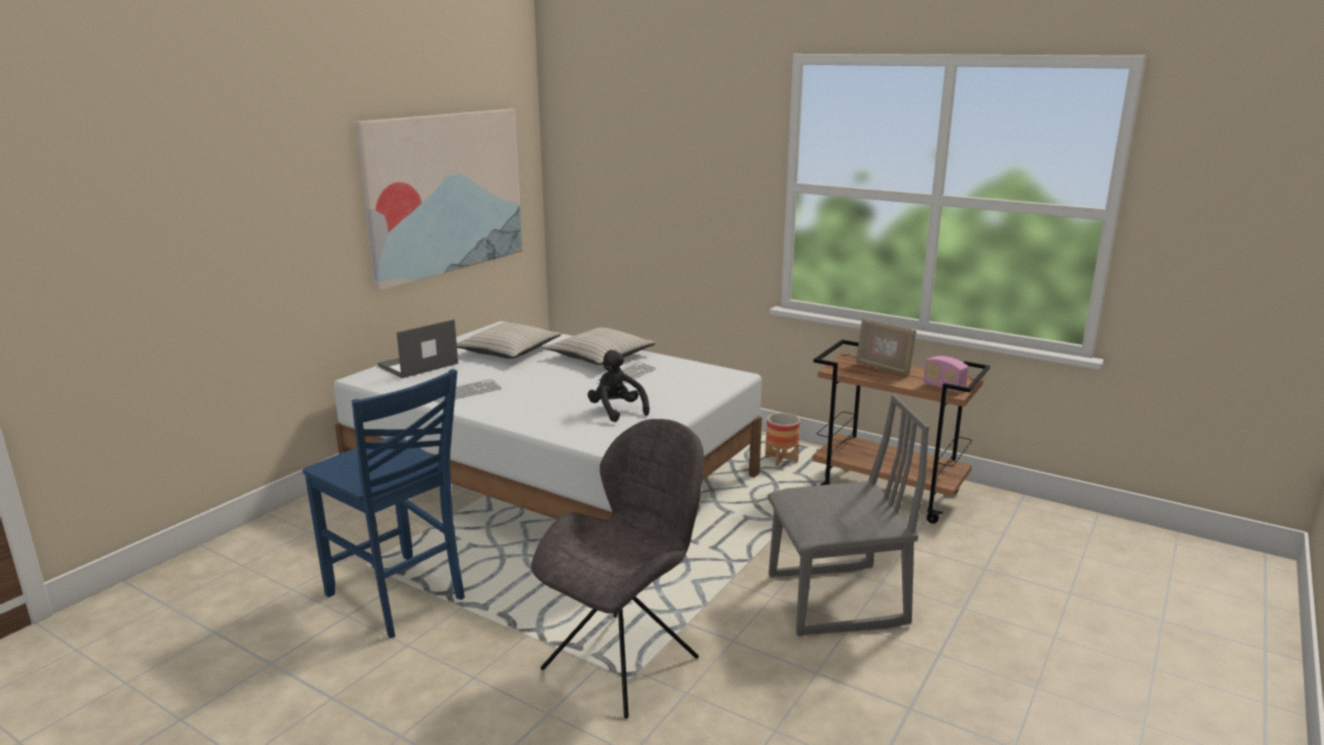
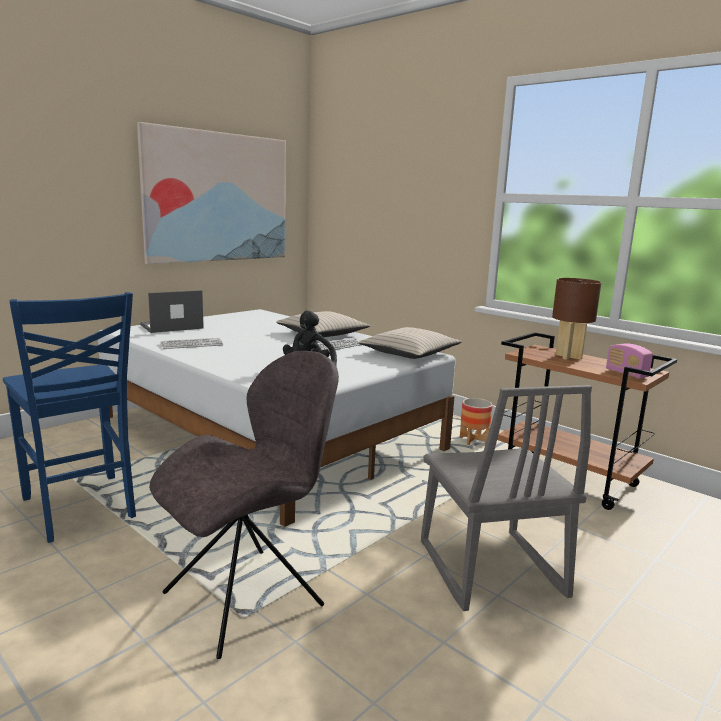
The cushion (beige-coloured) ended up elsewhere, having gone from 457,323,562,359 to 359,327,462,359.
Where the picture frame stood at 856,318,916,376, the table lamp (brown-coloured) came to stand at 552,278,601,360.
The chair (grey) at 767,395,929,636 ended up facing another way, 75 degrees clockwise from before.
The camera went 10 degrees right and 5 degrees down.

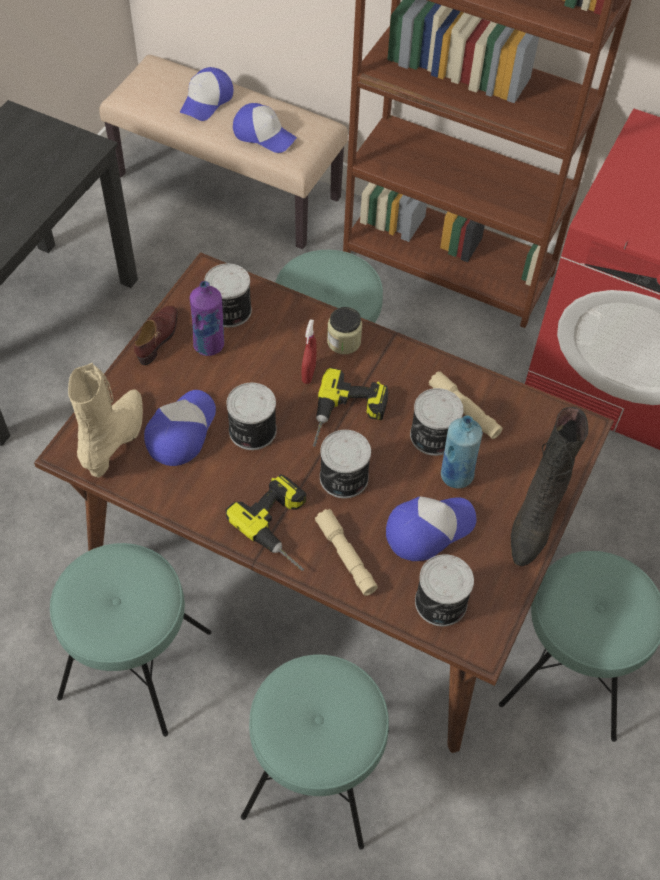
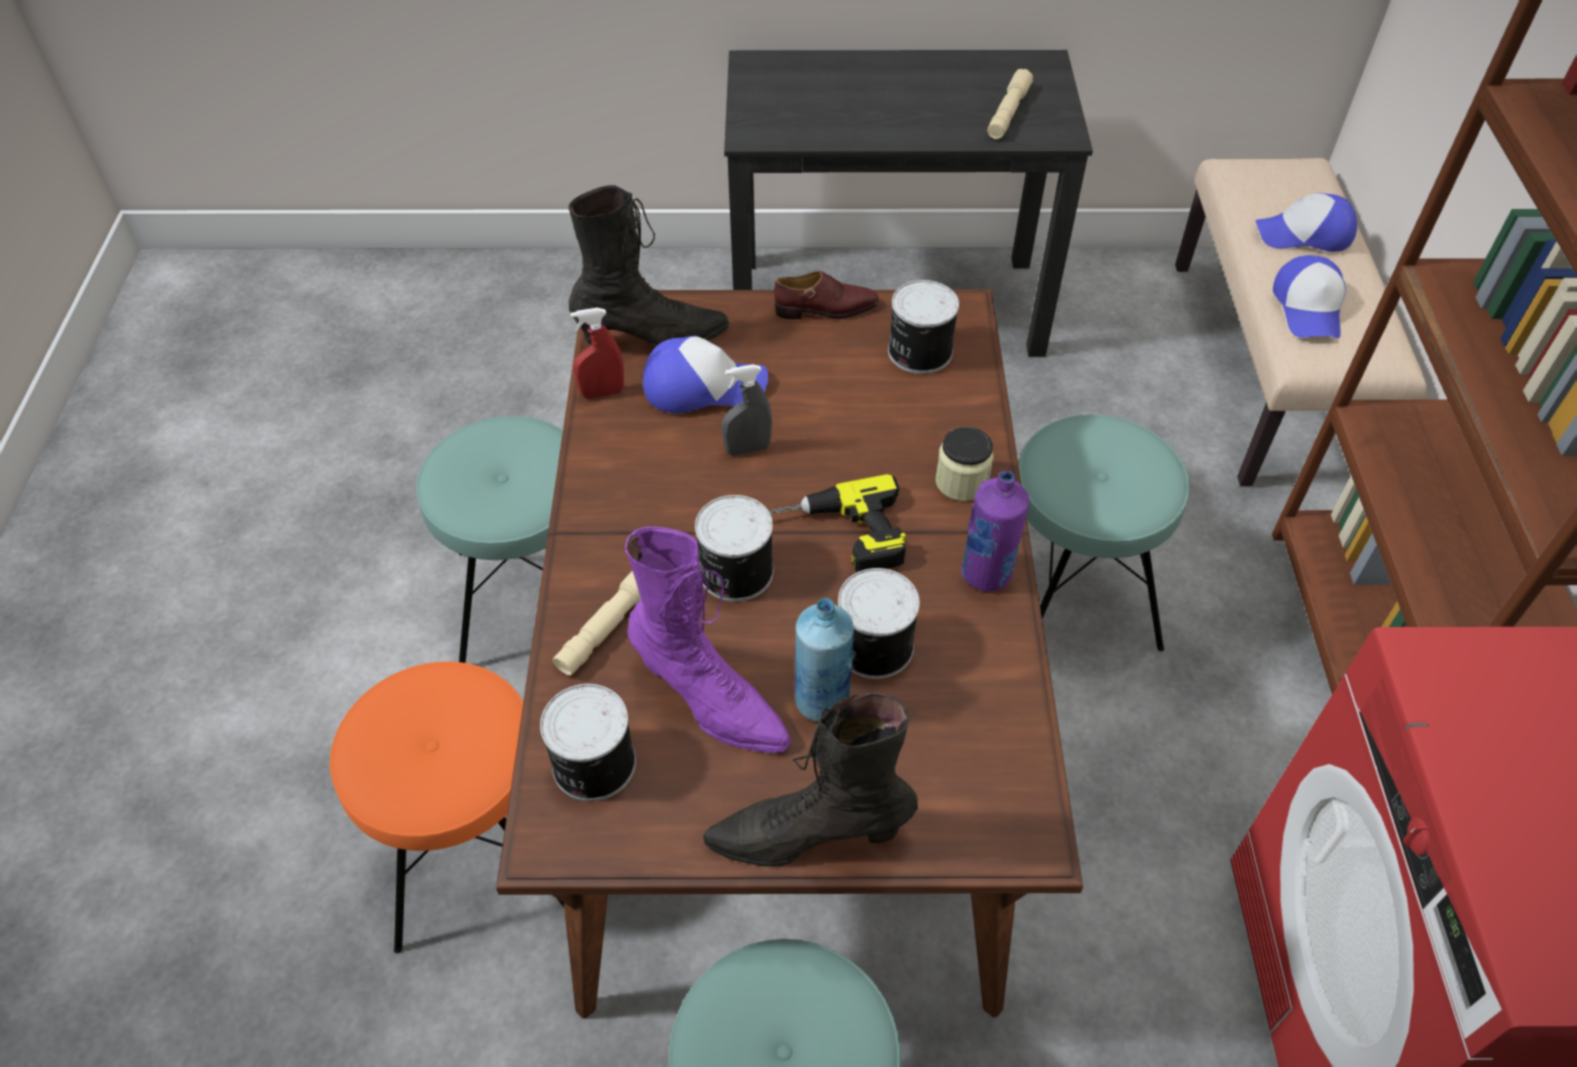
The second view lost the electric drill at 225,474,306,571.
The bottle (purple-coloured) ended up elsewhere, having gone from 190,281,224,356 to 961,471,1029,592.
The sprayer (red-coloured) ended up elsewhere, having gone from 302,319,317,384 to 570,308,624,399.
The hand torch (beige-coloured) ended up elsewhere, having gone from 429,371,503,439 to 987,69,1033,139.
Where the sealed can stood at 226,383,277,450, the sprayer (grey) came to stand at 722,364,772,456.
Where the cap stood at 386,496,477,561, the high-top boot (purple-coloured) came to stand at 625,527,790,753.
What was the high-top boot (beige-coloured) at 68,363,143,478 turned into the high-top boot (black-coloured) at 568,185,730,347.
What was the stool seat (turquoise-coloured) at 241,655,389,850 turned into the stool seat (orangey) at 330,662,564,953.
The camera went 65 degrees right and 5 degrees down.

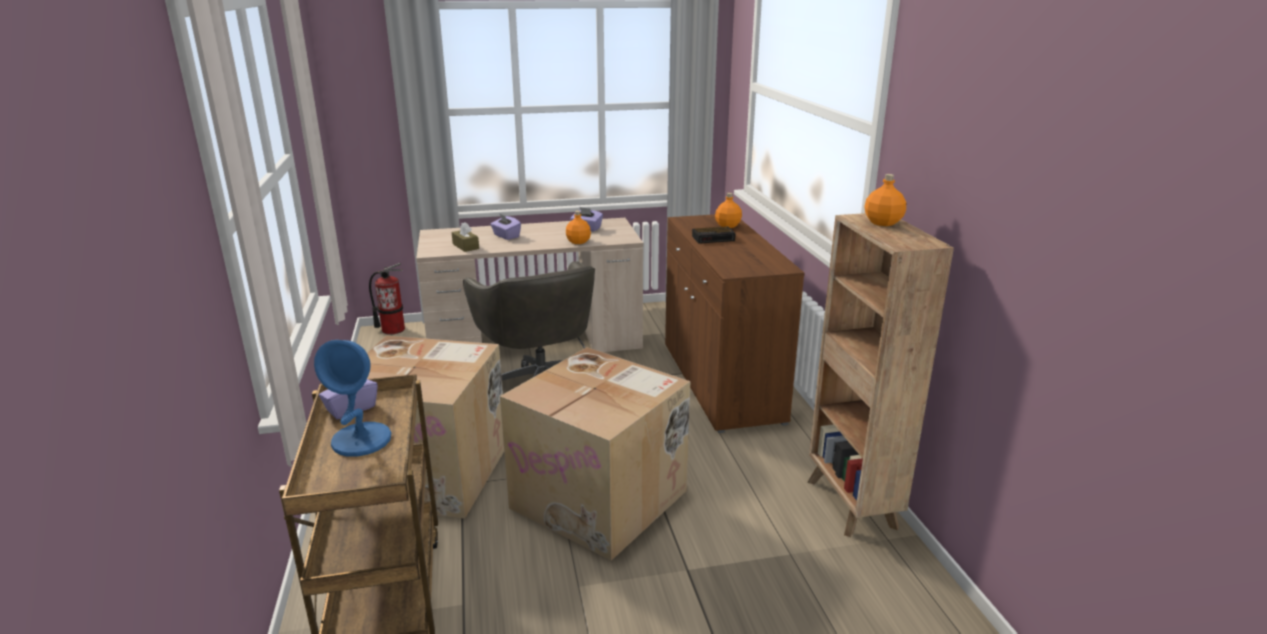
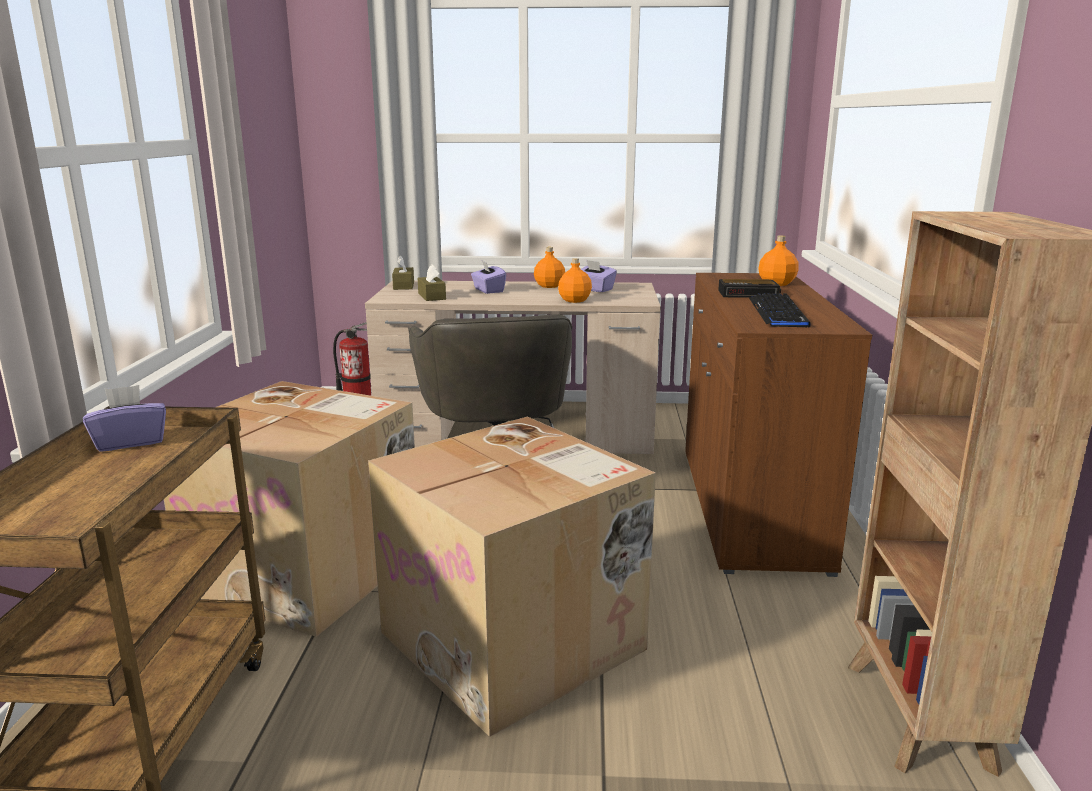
The second view lost the table lamp (blue-coloured) at 314,340,391,457.
The second view gained the box of tissues (brown-coloured) at 392,255,414,290.
The second view gained the PC keyboard at 749,293,810,328.
The bottle (orangey) ended up elsewhere, having gone from 864,174,906,226 to 534,247,565,288.
The camera went 15 degrees right and 5 degrees down.

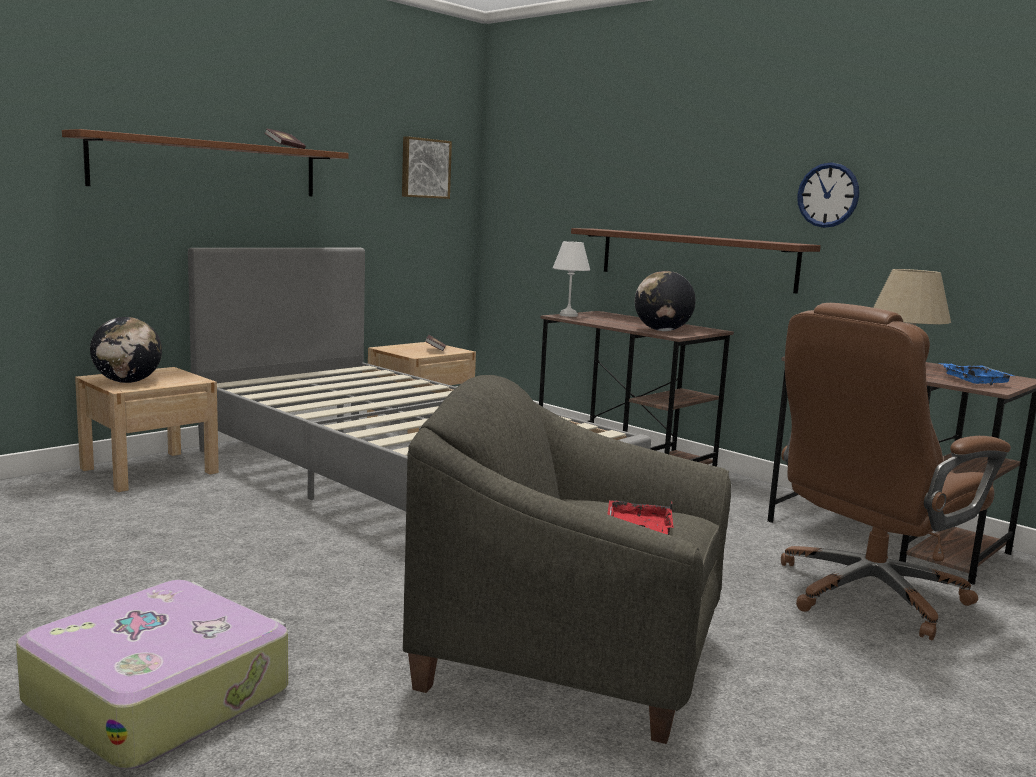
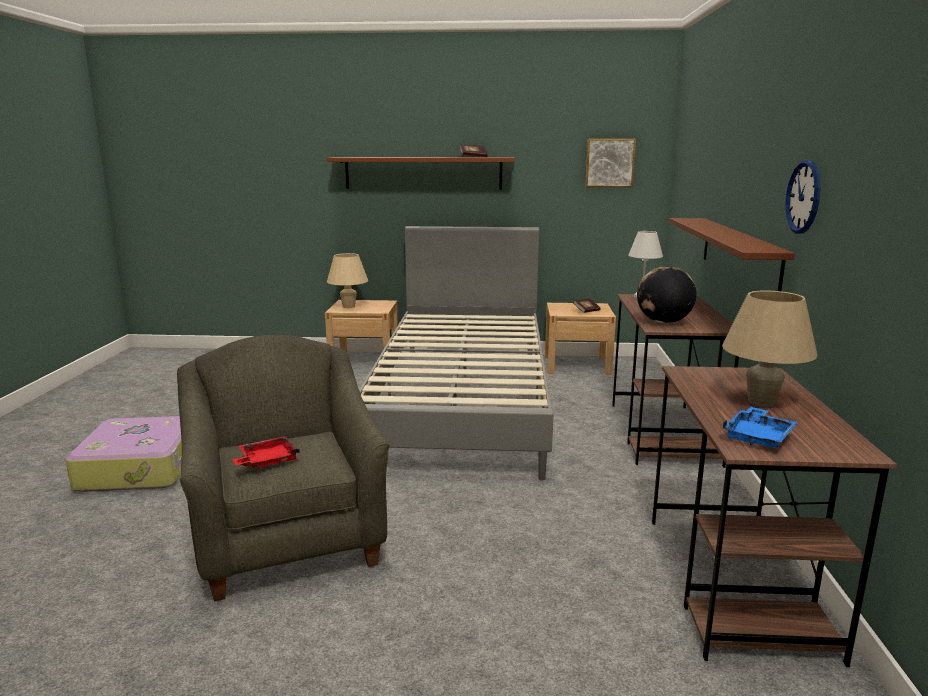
The second view lost the office chair (brown-coloured) at 781,303,1011,640.
Where the globe stood at 90,317,162,383, the table lamp (beige-coloured) came to stand at 327,253,368,308.
The camera went 50 degrees right and 5 degrees up.

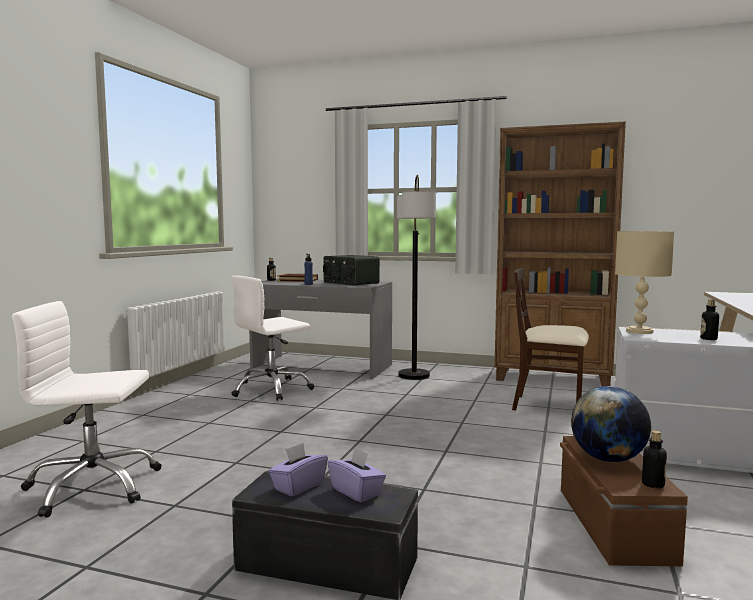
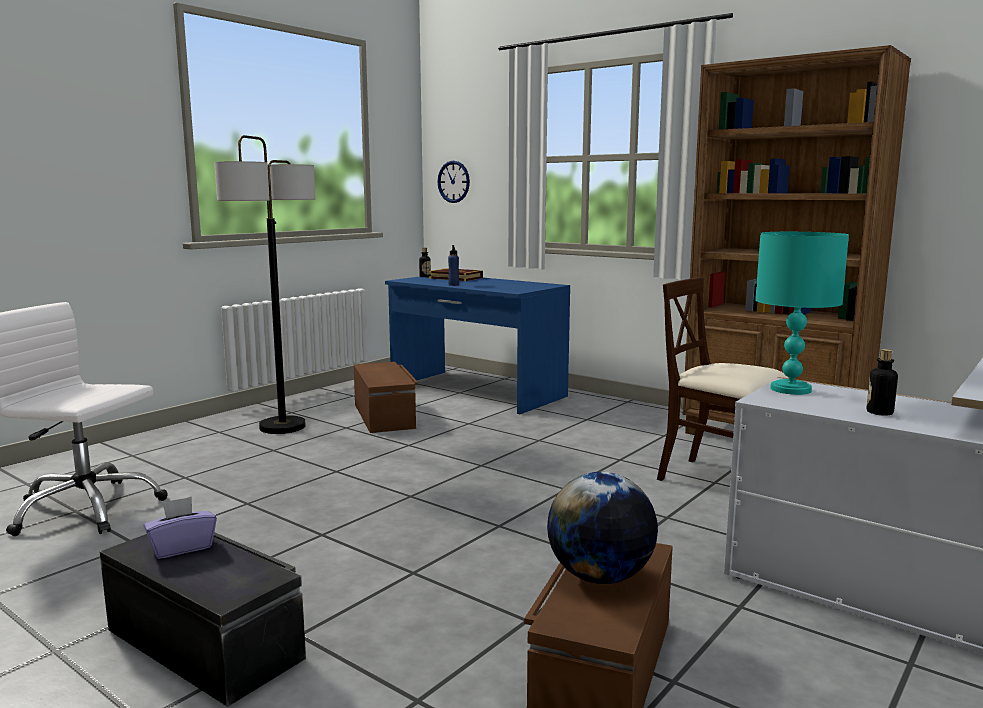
The second view lost the radio set at 323,255,380,286.
The second view lost the box of tissues (purple-coloured) at 328,447,386,502.
The second view lost the bottle at 642,430,667,488.
The second view gained the hanging clock at 437,161,470,203.
The floor lamp ended up elsewhere, having gone from 397,175,436,380 to 214,135,315,434.
Where the office chair (whitish) stood at 231,275,314,401, the storage container (brown-coloured) came to stand at 354,362,418,433.
What was the desk (grey) at 249,278,392,379 turned into the desk (blue-coloured) at 385,277,570,414.
What was the table lamp (beige-coloured) at 615,231,674,334 turned into the table lamp (turquoise-coloured) at 755,232,849,395.
The camera went 20 degrees right and 5 degrees up.

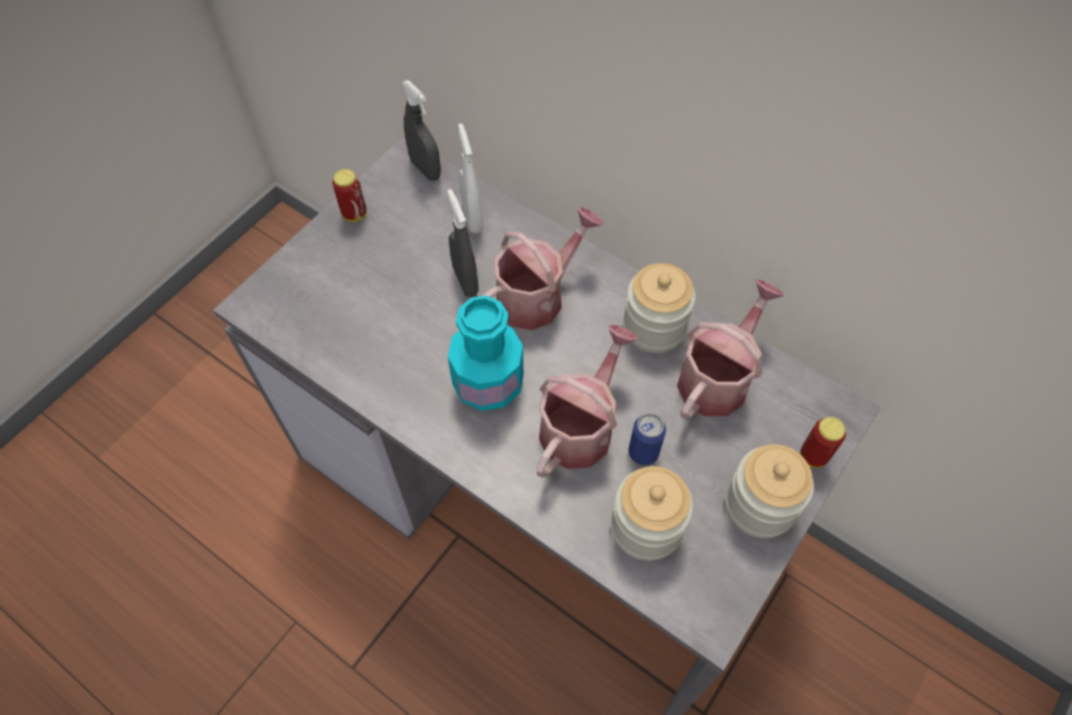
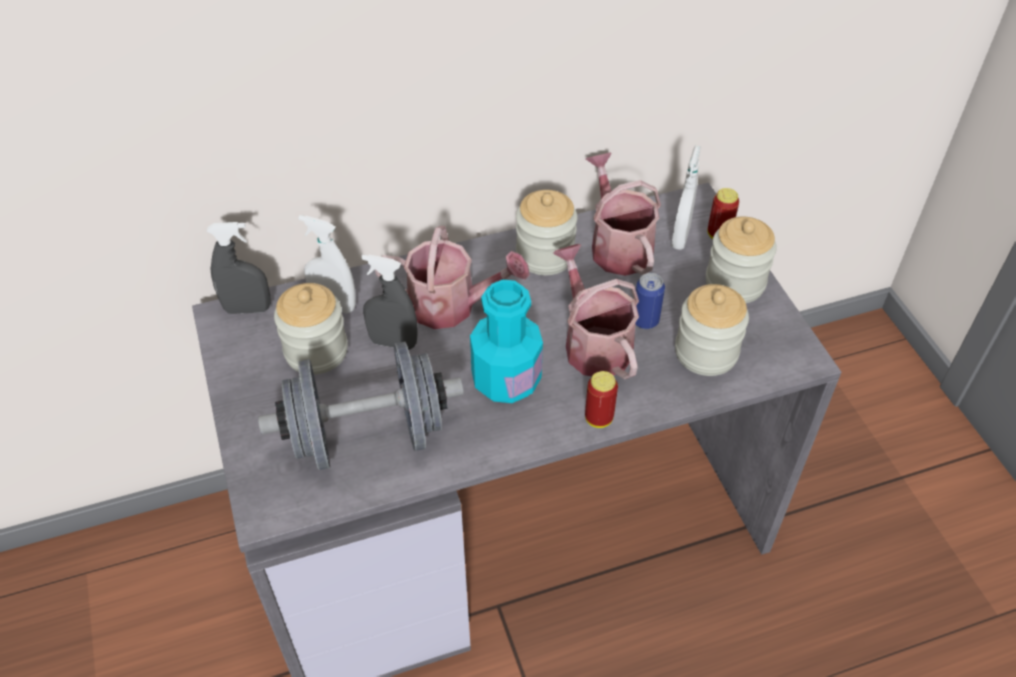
The second view gained the dumbbell (grey) at 258,342,464,470.
The second view gained the jar at 274,283,348,375.
The second view gained the sprayer (whitish) at 671,146,701,250.
The sealed can ended up elsewhere, having gone from 332,169,367,222 to 585,371,618,428.
The sprinkling can at 482,207,604,330 ended up facing another way, 105 degrees clockwise from before.
The camera went 55 degrees left and 10 degrees down.

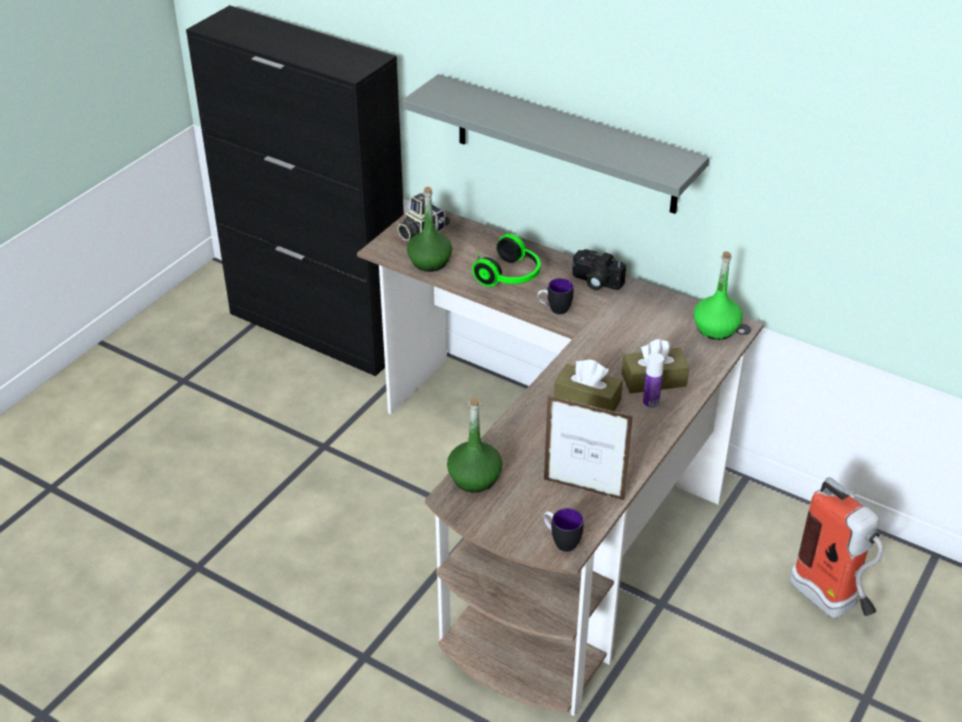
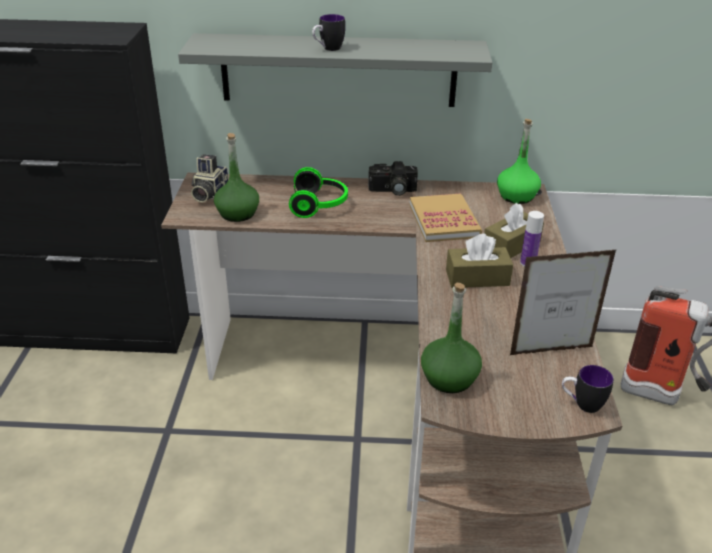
The second view gained the volume at 409,194,482,242.
The tea mug ended up elsewhere, having gone from 537,278,574,314 to 312,14,345,51.
The camera went 30 degrees left and 5 degrees down.

